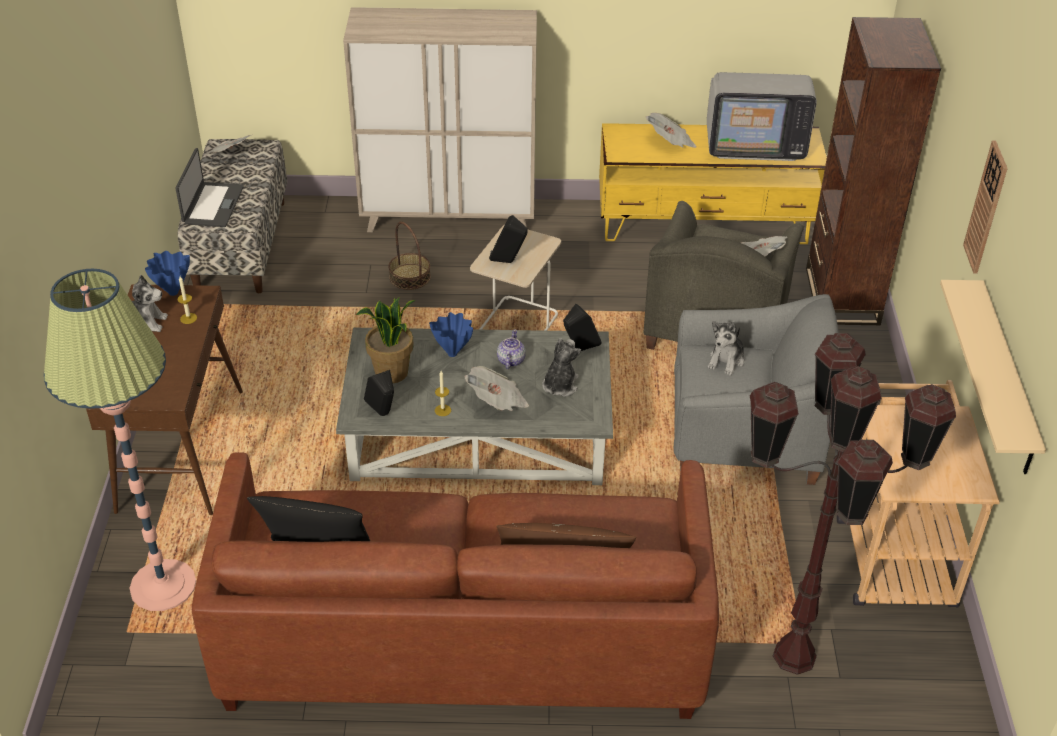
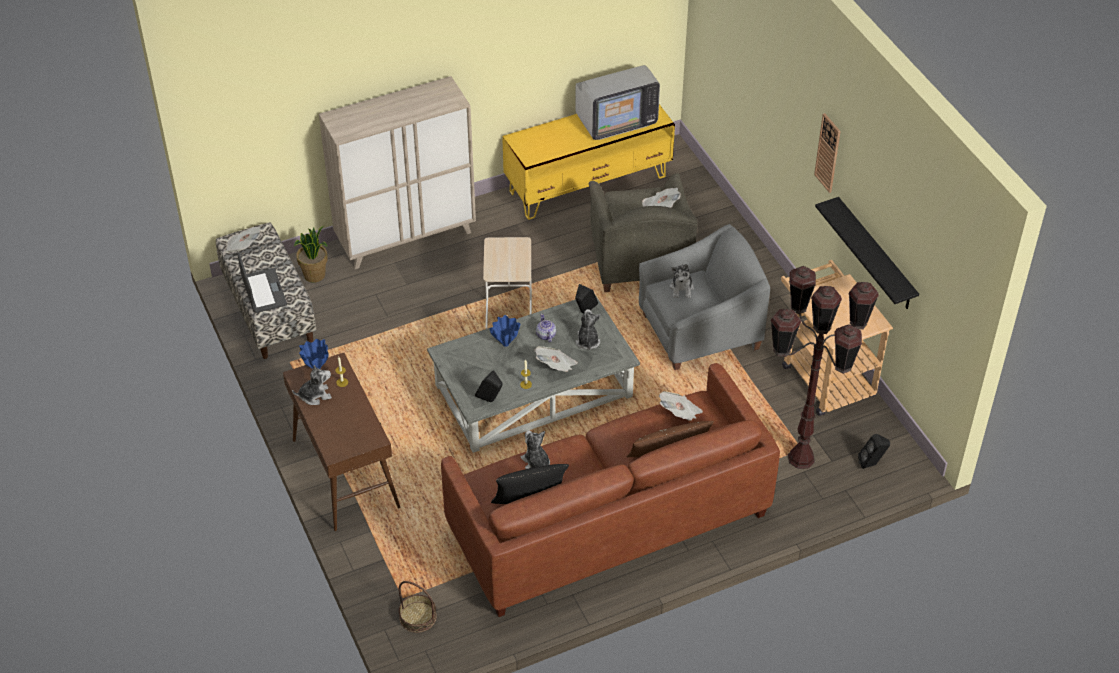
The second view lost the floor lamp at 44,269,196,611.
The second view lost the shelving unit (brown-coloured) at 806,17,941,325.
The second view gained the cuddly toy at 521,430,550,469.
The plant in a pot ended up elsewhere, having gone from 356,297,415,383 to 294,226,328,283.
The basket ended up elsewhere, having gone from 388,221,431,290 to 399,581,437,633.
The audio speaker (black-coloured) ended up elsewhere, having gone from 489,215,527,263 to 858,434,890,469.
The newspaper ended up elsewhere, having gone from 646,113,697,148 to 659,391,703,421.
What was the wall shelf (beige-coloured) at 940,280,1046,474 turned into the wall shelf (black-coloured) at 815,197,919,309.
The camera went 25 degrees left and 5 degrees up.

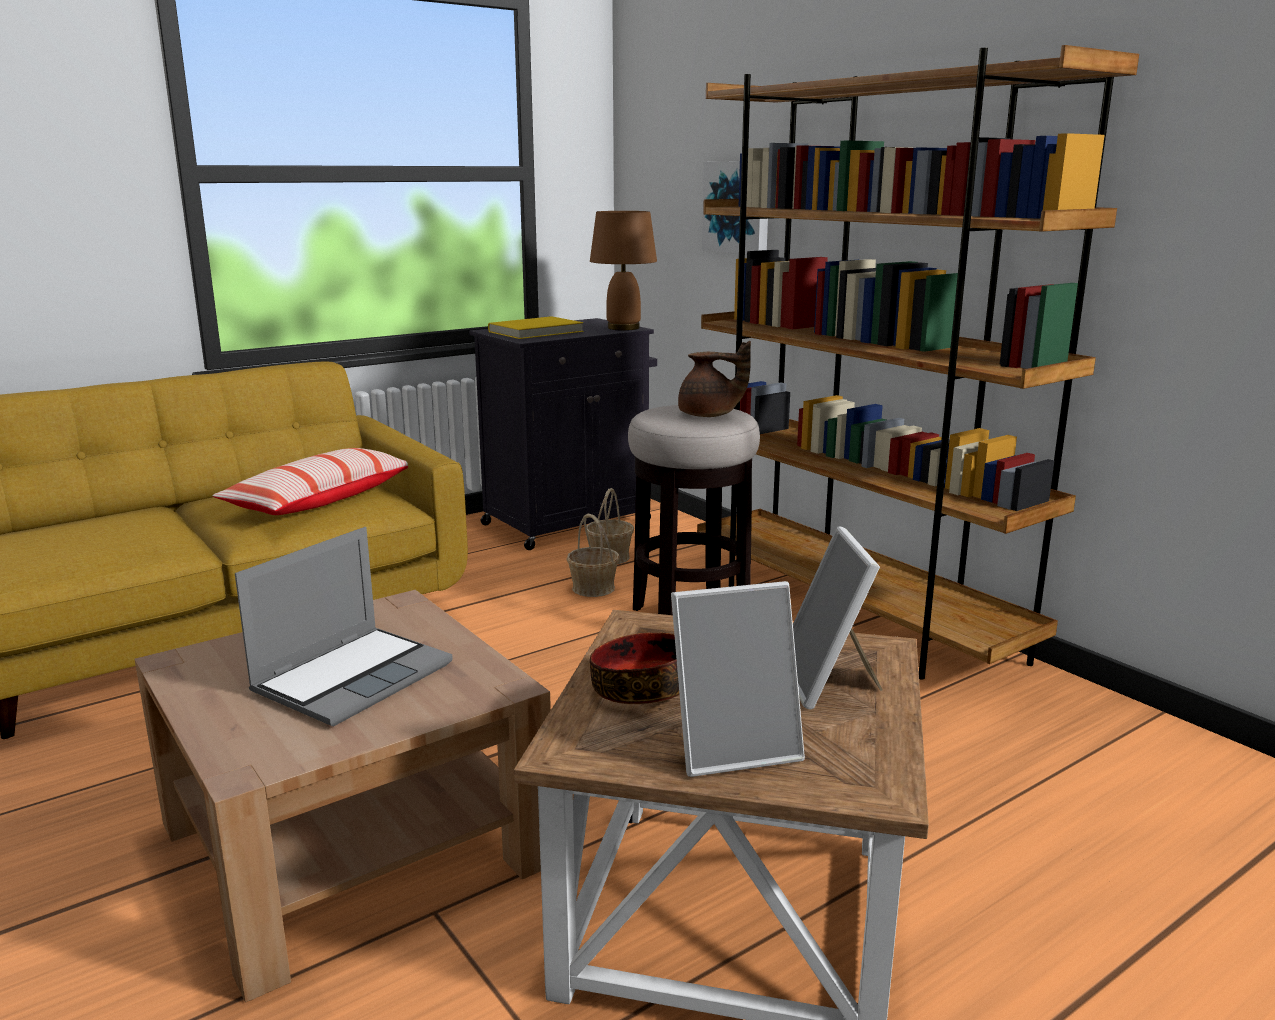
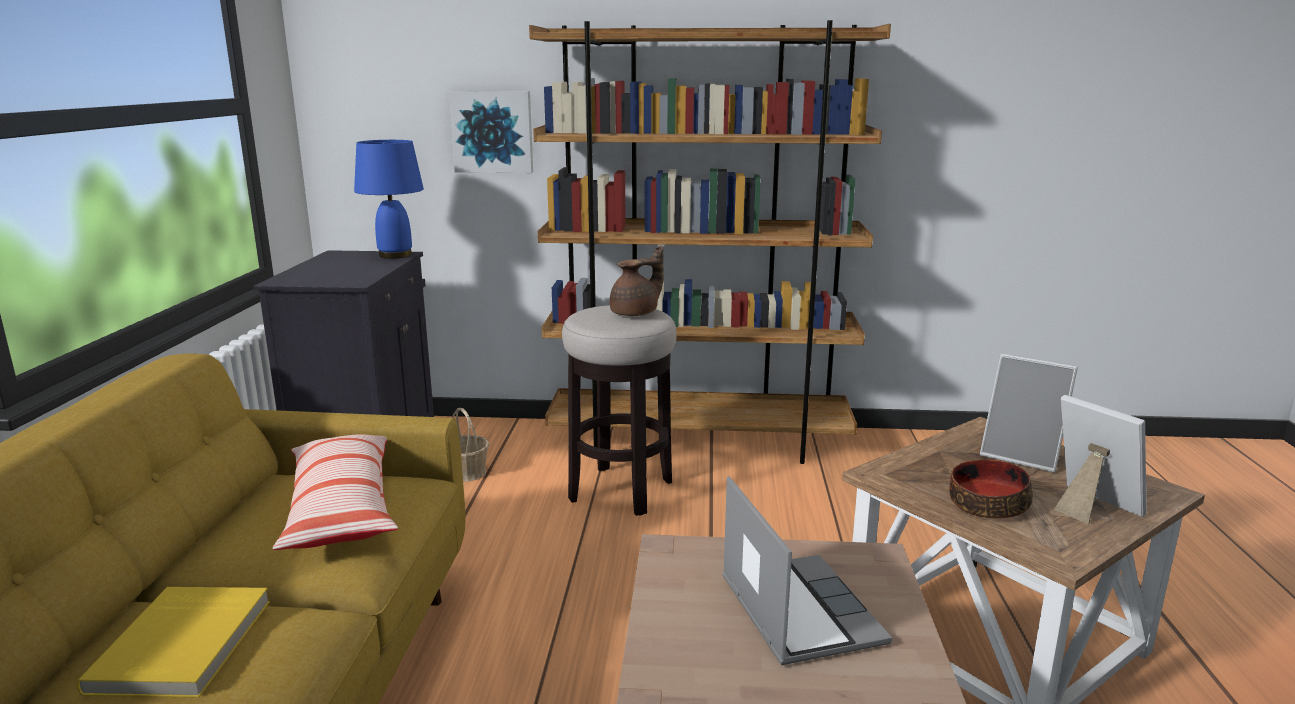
The second view lost the basket at 566,514,620,597.
The volume (yellow) ended up elsewhere, having gone from 488,316,583,339 to 76,587,270,697.
What was the table lamp (brown-coloured) at 590,211,657,331 turned into the table lamp (blue-coloured) at 354,140,424,259.
The picture frame at 671,581,805,777 ended up facing another way, 60 degrees counterclockwise from before.
The camera went 50 degrees left and 0 degrees up.

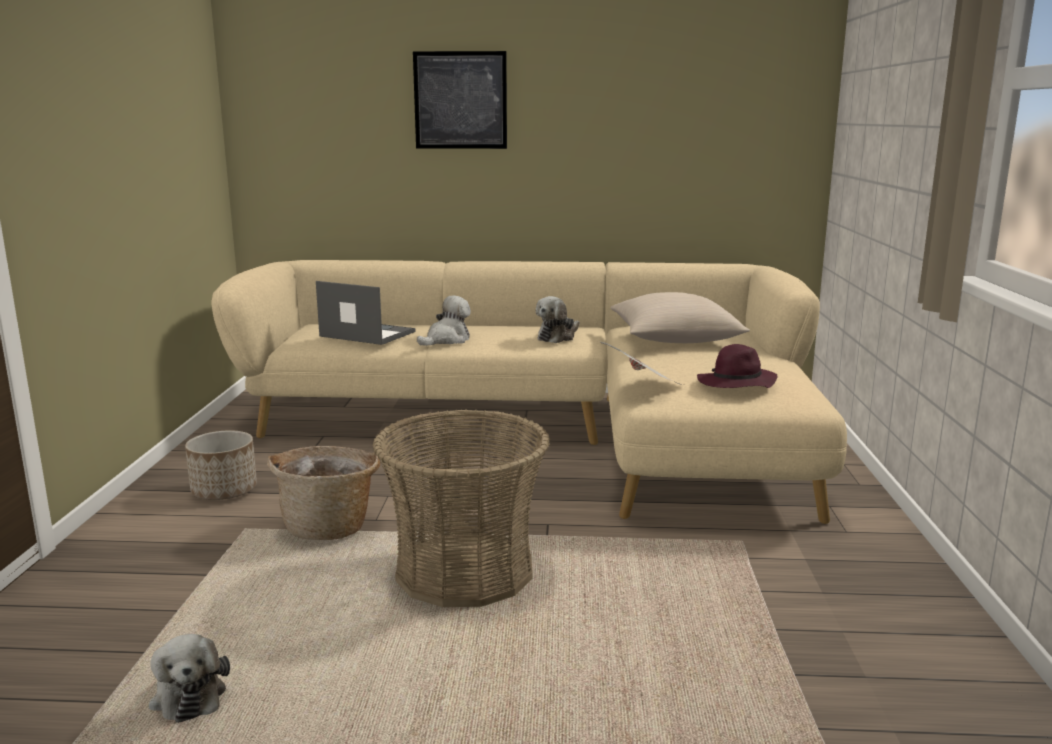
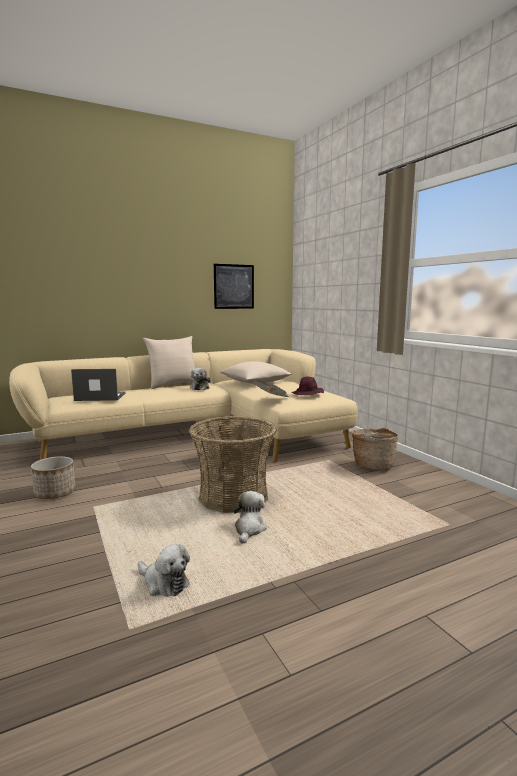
The second view gained the cushion (beige-coloured) at 143,336,195,389.
The basket ended up elsewhere, having gone from 267,446,380,540 to 351,428,398,470.
The wall art ended up elsewhere, having gone from 413,51,507,149 to 214,264,254,309.
The cuddly toy ended up elsewhere, having gone from 417,295,471,346 to 233,491,267,544.
The camera went 30 degrees left and 5 degrees down.

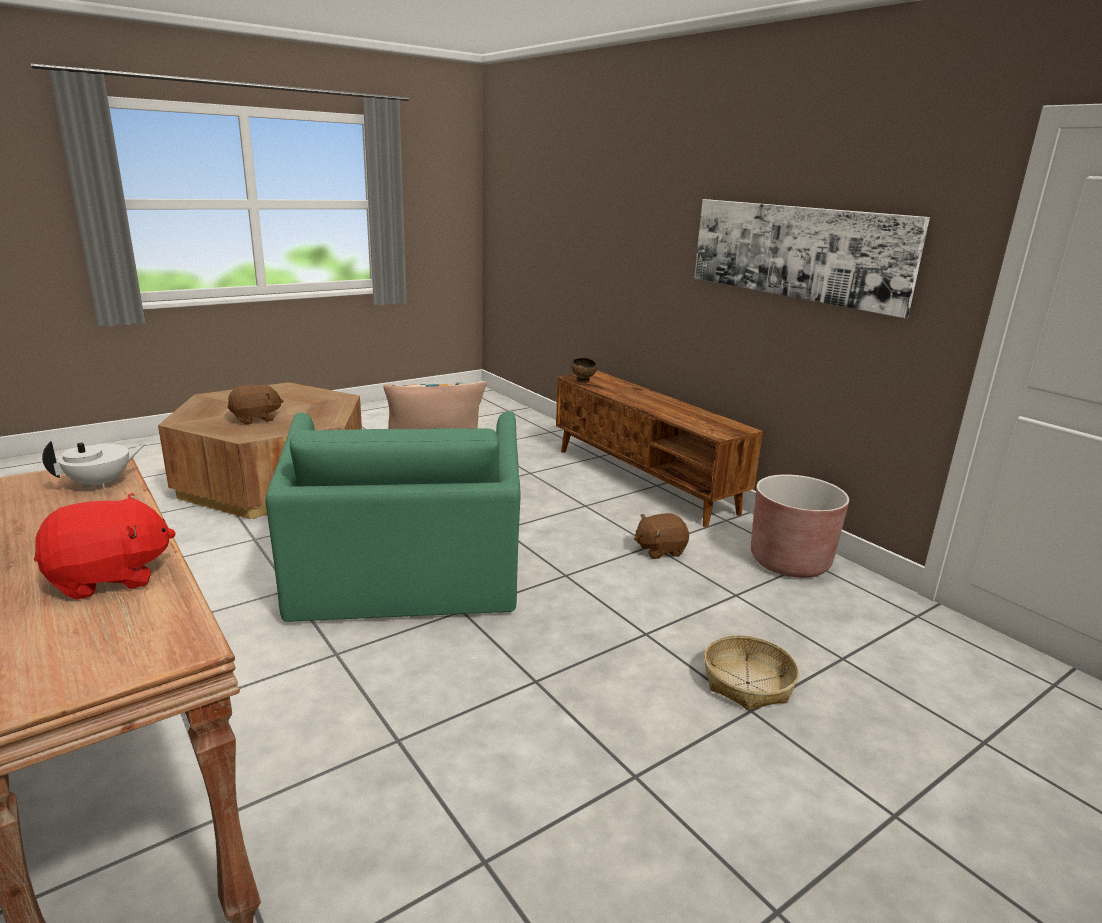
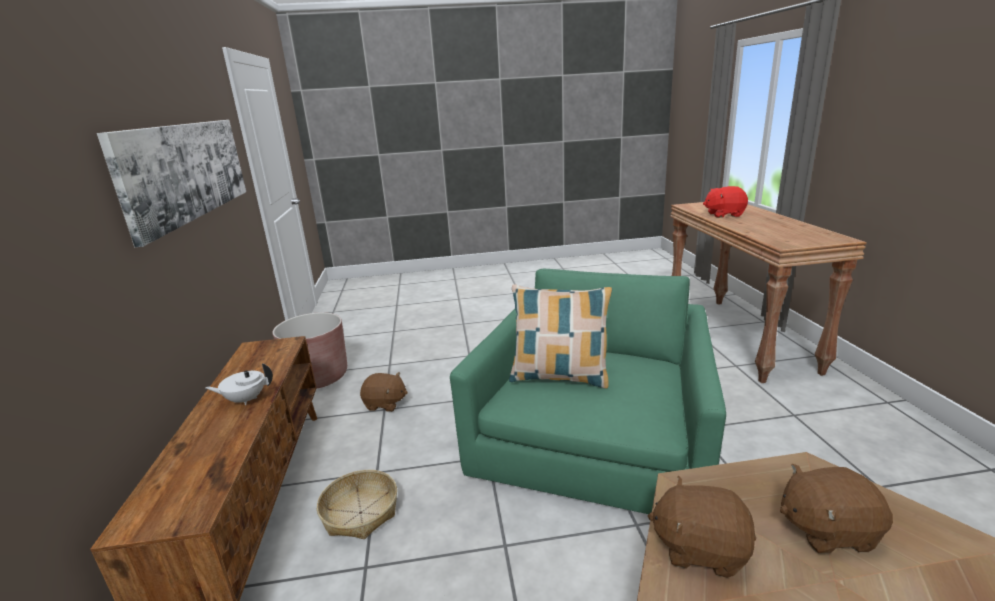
The second view lost the serving bowl (brown-coloured) at 571,357,597,383.
The second view gained the cuddly toy (brown-coloured) at 648,476,756,578.
The teapot (whitish) ended up elsewhere, having gone from 42,441,145,489 to 205,363,273,405.
The basket ended up elsewhere, having gone from 704,635,799,711 to 317,470,397,539.
The camera went 150 degrees left and 0 degrees up.

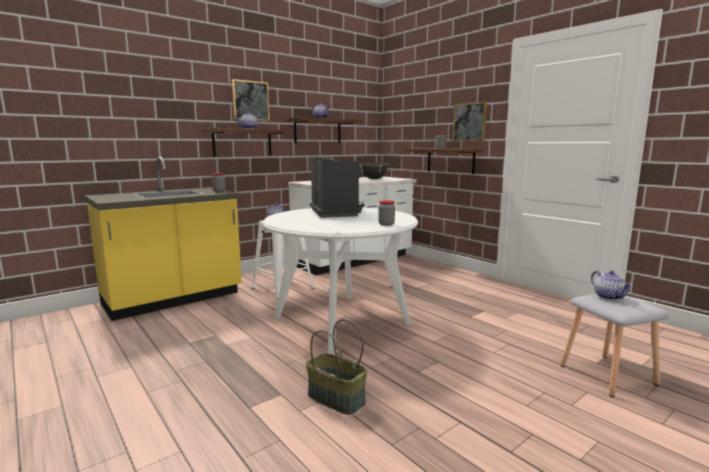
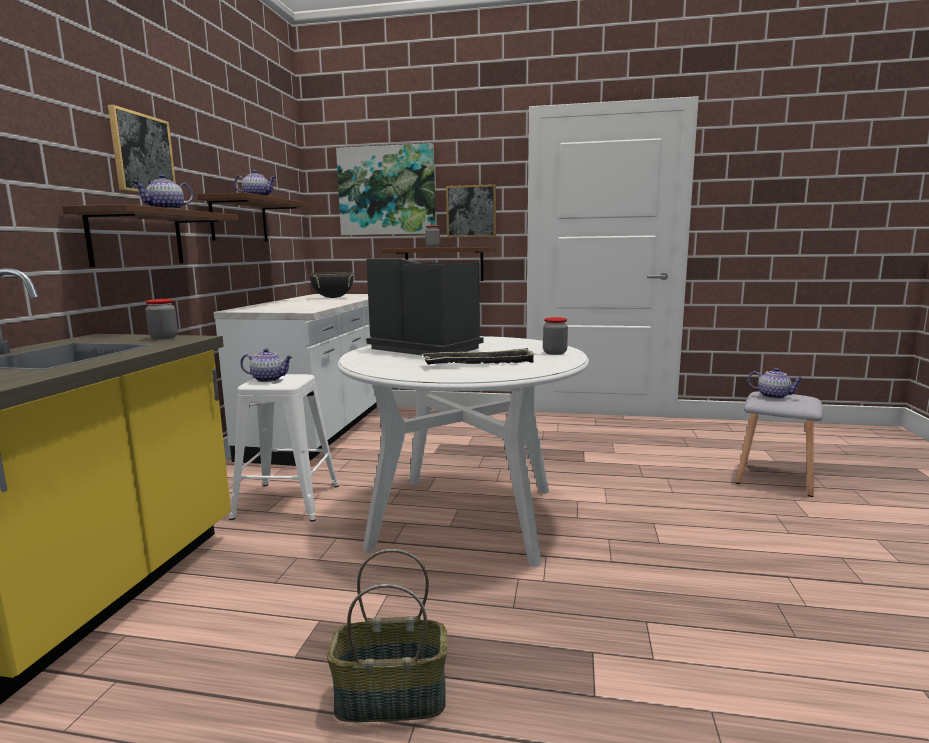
The second view gained the wall art at 336,143,436,235.
The second view gained the carrying tray at 421,348,537,365.
The basket ended up elsewhere, having gone from 306,319,367,415 to 327,549,447,722.
The camera went 40 degrees left and 0 degrees up.

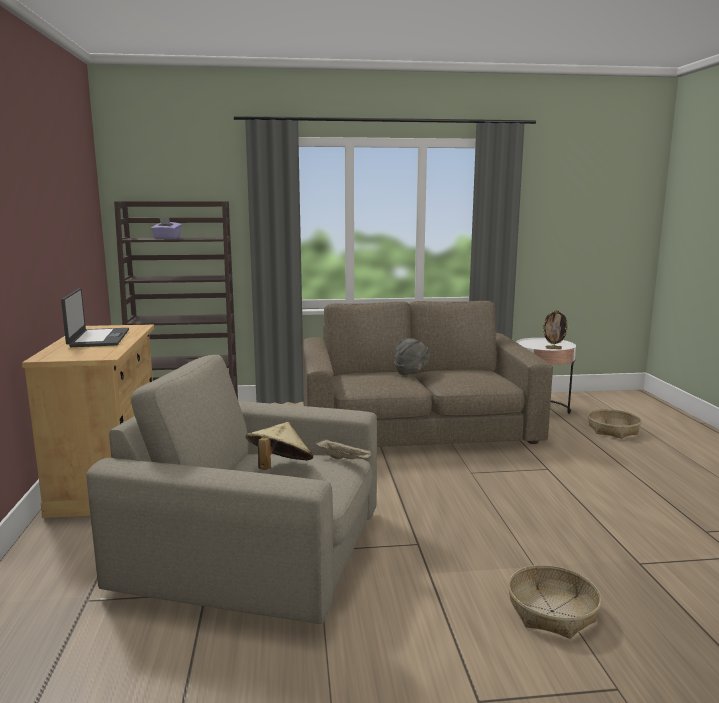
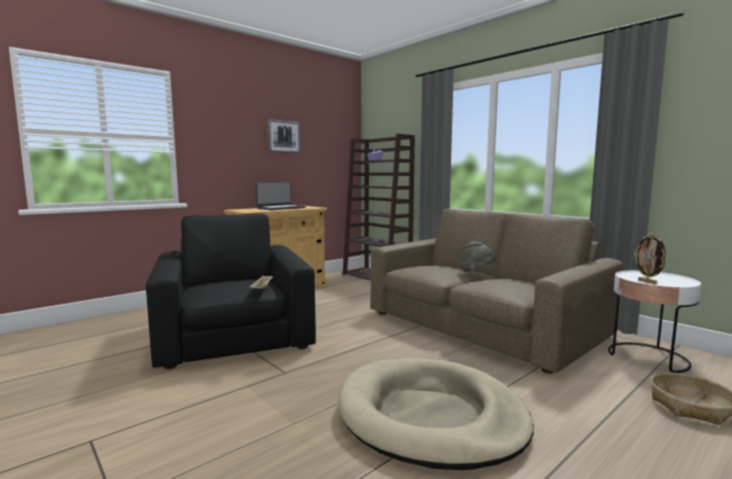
The second view lost the hat (beige-coloured) at 246,422,313,470.
The second view lost the basket at 508,565,601,639.
The second view gained the wall art at 267,119,301,153.
The second view gained the pet bed (beige-coloured) at 338,358,534,470.
What was the lounge chair (beige-coloured) at 86,355,377,624 turned into the lounge chair (black-coloured) at 146,213,316,369.
The camera went 55 degrees right and 5 degrees down.

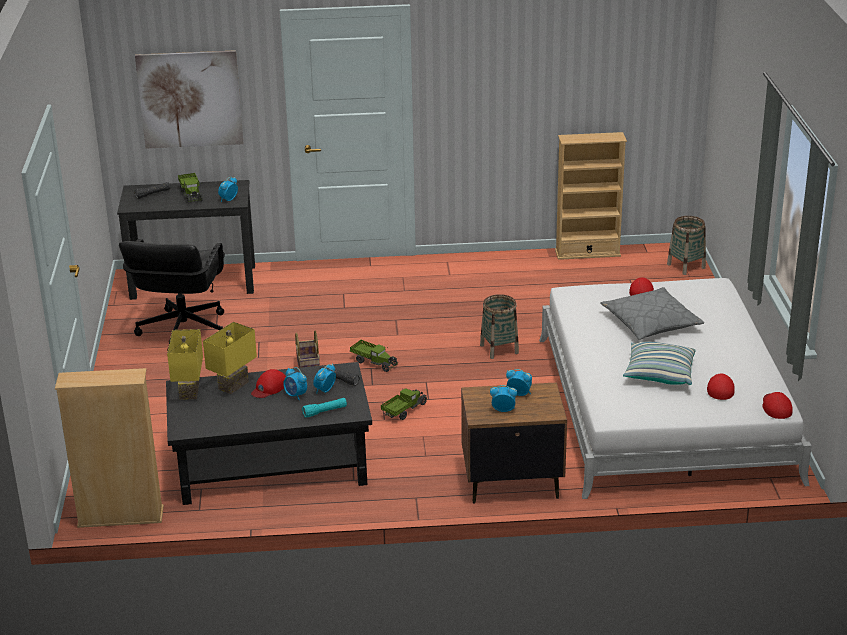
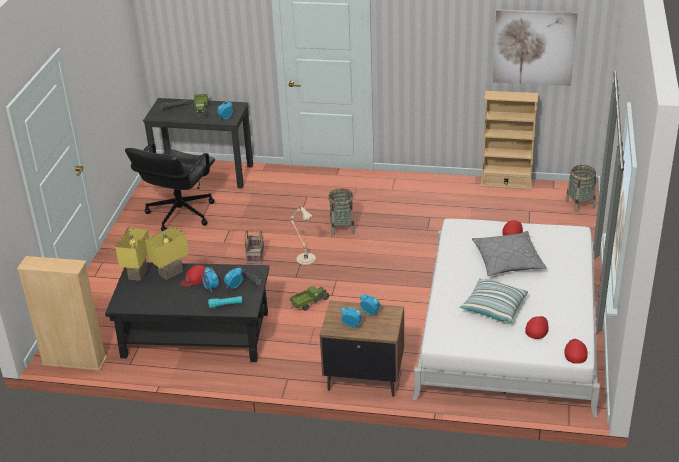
The wall art ended up elsewhere, having gone from 135,50,243,149 to 493,10,578,86.
The basket ended up elsewhere, having gone from 480,294,519,359 to 328,188,355,236.
Where the model truck stood at 350,340,398,372, the table lamp (beige-coloured) came to stand at 289,206,316,265.
The camera went 15 degrees right and 5 degrees up.

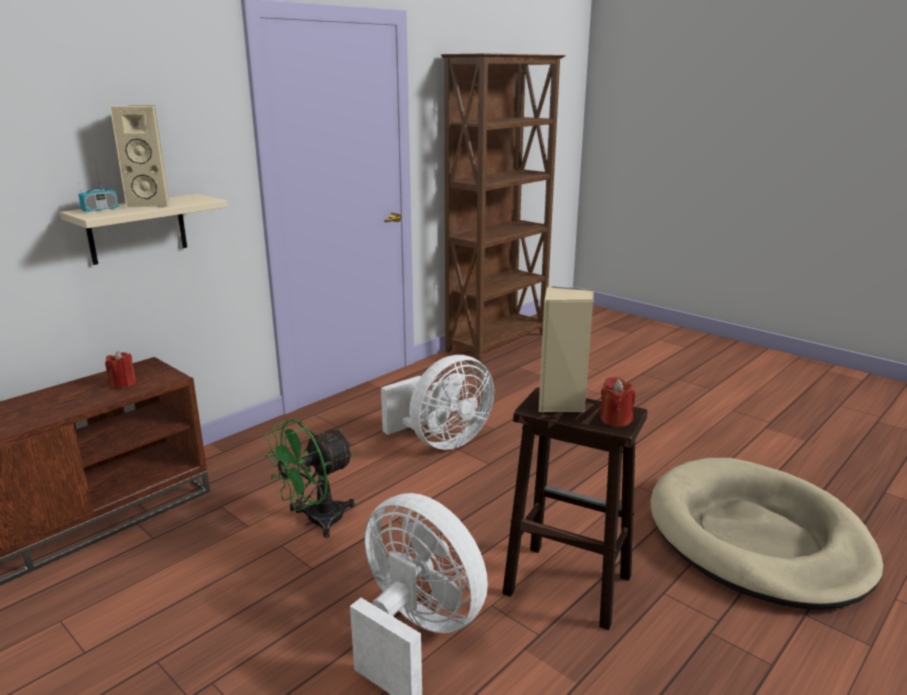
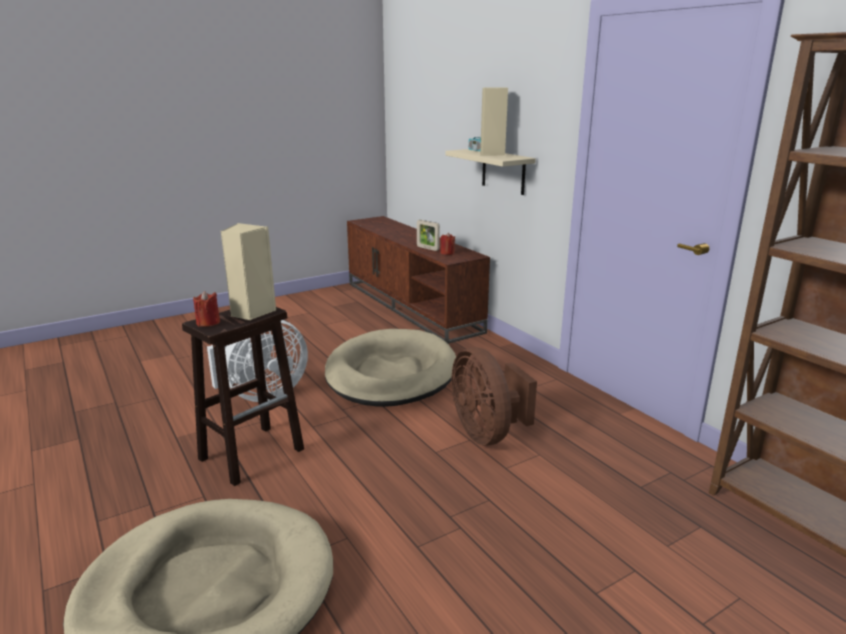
The second view gained the picture frame at 417,220,440,251.
Where the electric fan (green) stood at 264,419,355,538, the pet bed (beige-coloured) came to stand at 325,329,456,407.
What was the electric fan (whitish) at 381,355,494,450 turned into the electric fan (brown-coloured) at 452,347,537,446.
The camera went 105 degrees right and 0 degrees up.

